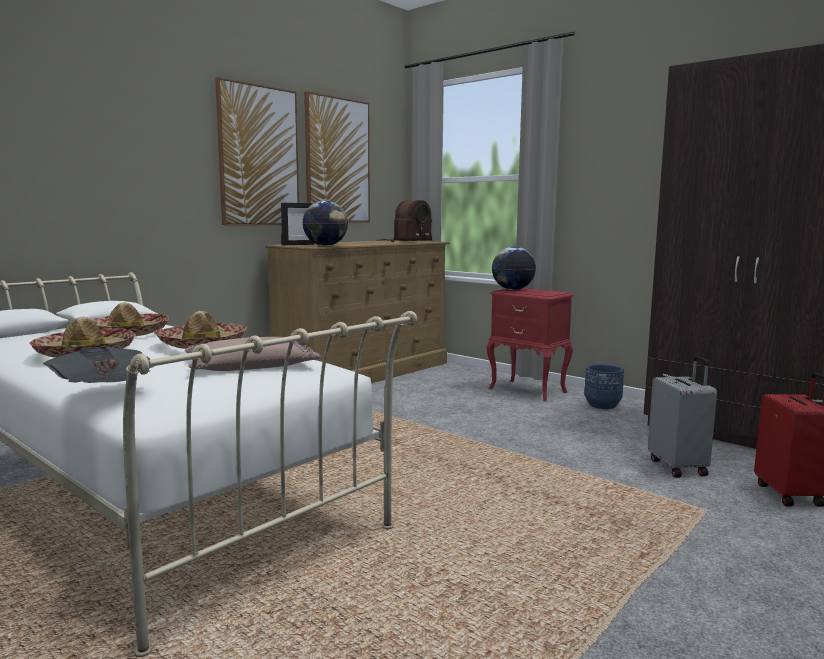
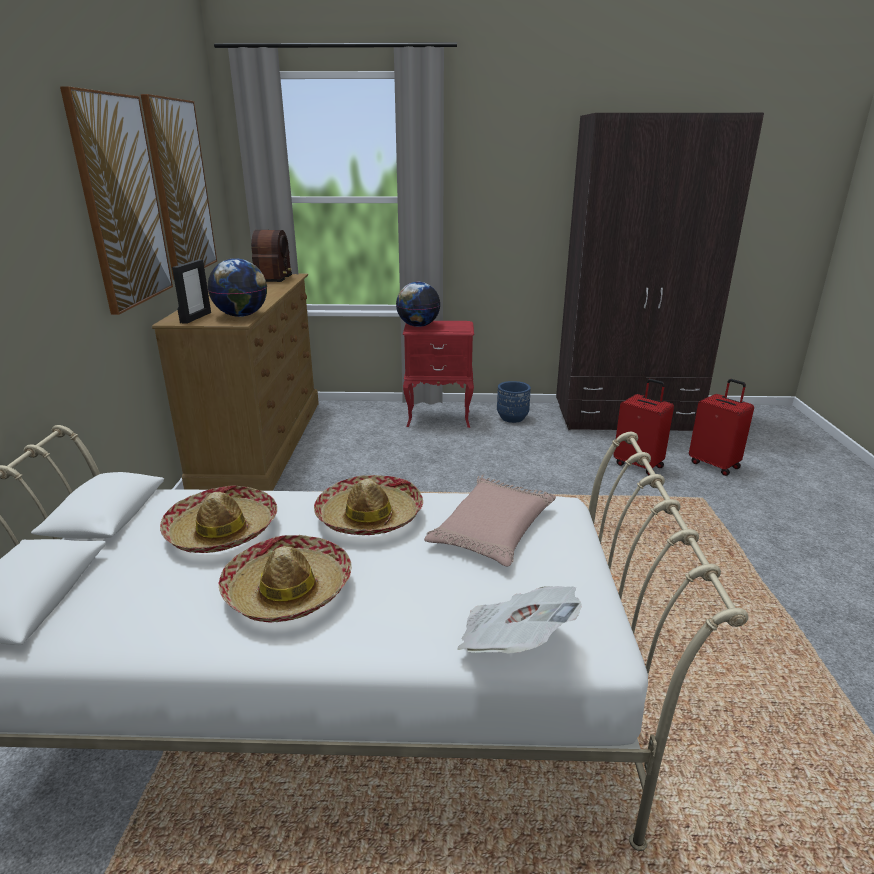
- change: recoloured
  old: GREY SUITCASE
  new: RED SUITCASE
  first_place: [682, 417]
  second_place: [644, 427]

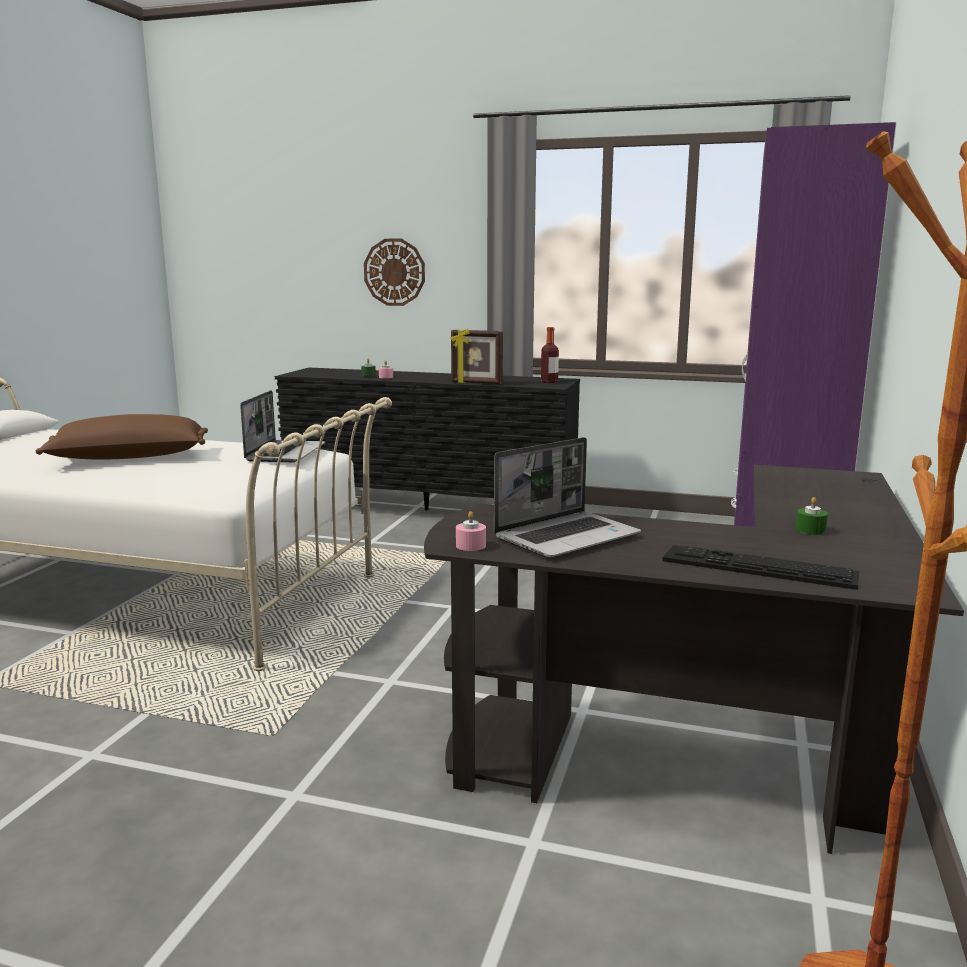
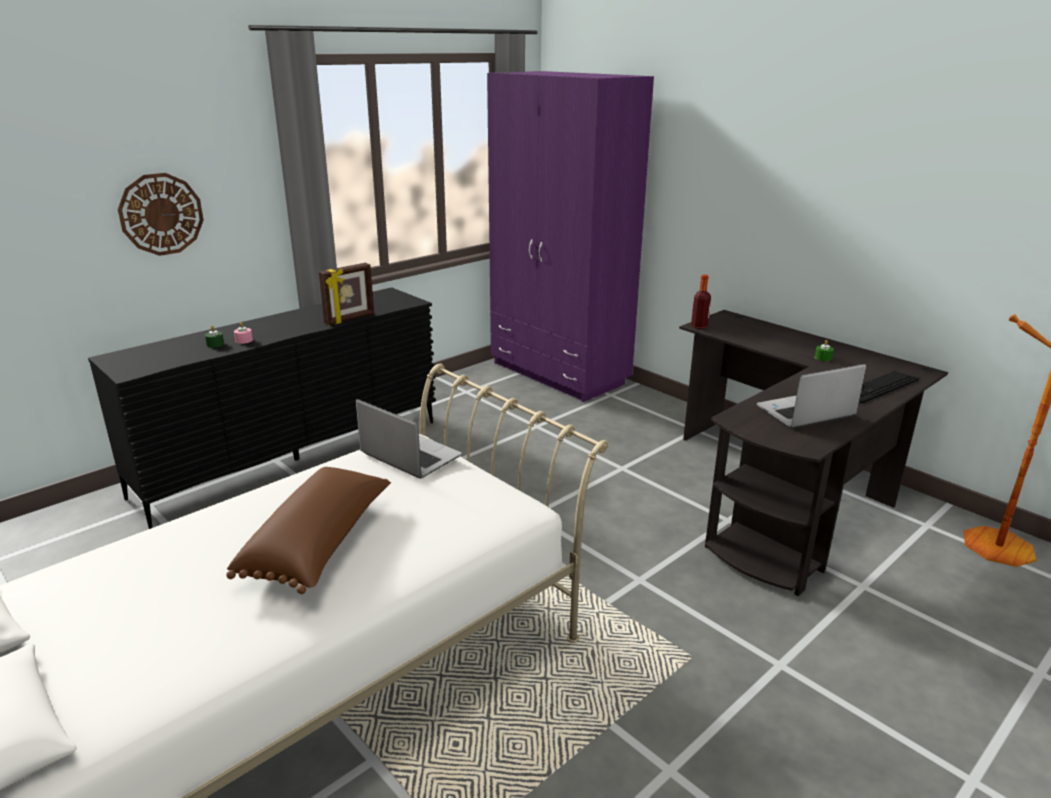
- change: moved
  old: BOTTLE
  first_place: [550, 355]
  second_place: [701, 301]
- change: turned
  old: LAPTOP
  first_place: [567, 497]
  second_place: [811, 396]
  degrees: -105
- change: removed
  old: PINK CANDLE
  first_place: [471, 531]

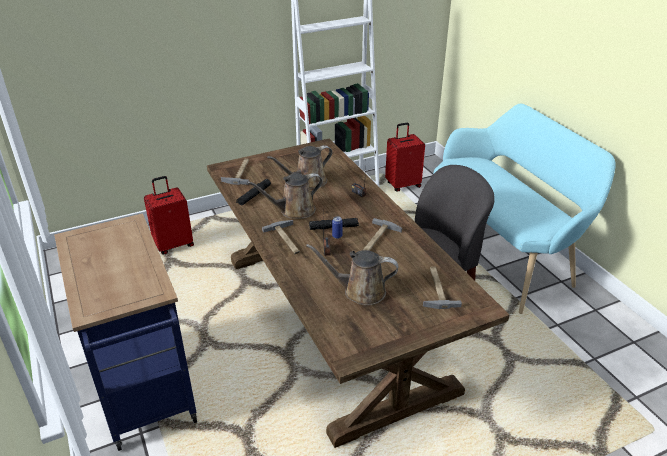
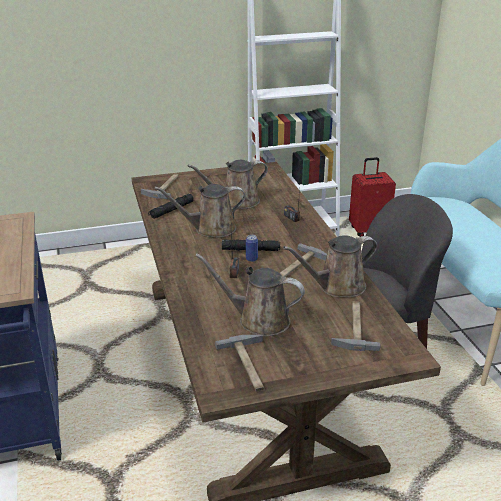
- change: moved
  old: HAMMER
  first_place: [281, 237]
  second_place: [239, 363]
- change: added
  new: BROWN WATERING CAN
  second_place: [330, 266]
- change: removed
  old: RED SUITCASE
  first_place: [169, 215]

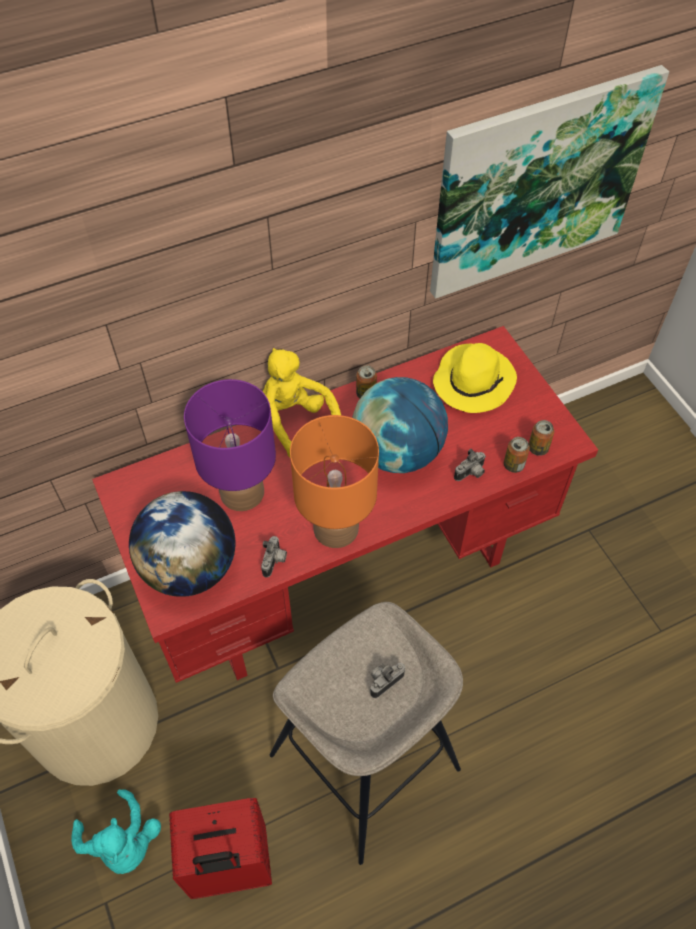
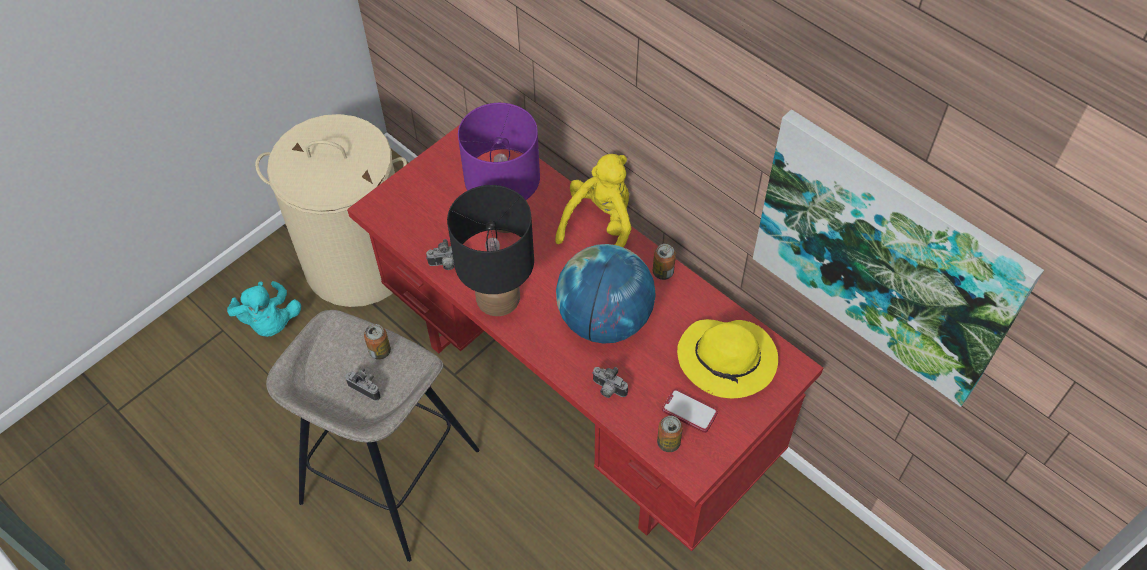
- change: turned
  old: TURQUOISE PLUSH TOY
  first_place: [116, 831]
  second_place: [264, 309]
  degrees: -60
- change: moved
  old: CAN
  first_place: [517, 455]
  second_place: [377, 342]
- change: recoloured
  old: ORANGE TABLE LAMP
  new: BLACK TABLE LAMP
  first_place: [334, 481]
  second_place: [490, 250]
- change: added
  new: PHONE
  second_place: [690, 411]
- change: removed
  old: GLOBE
  first_place: [182, 544]
- change: removed
  old: RED SUITCASE
  first_place: [220, 848]

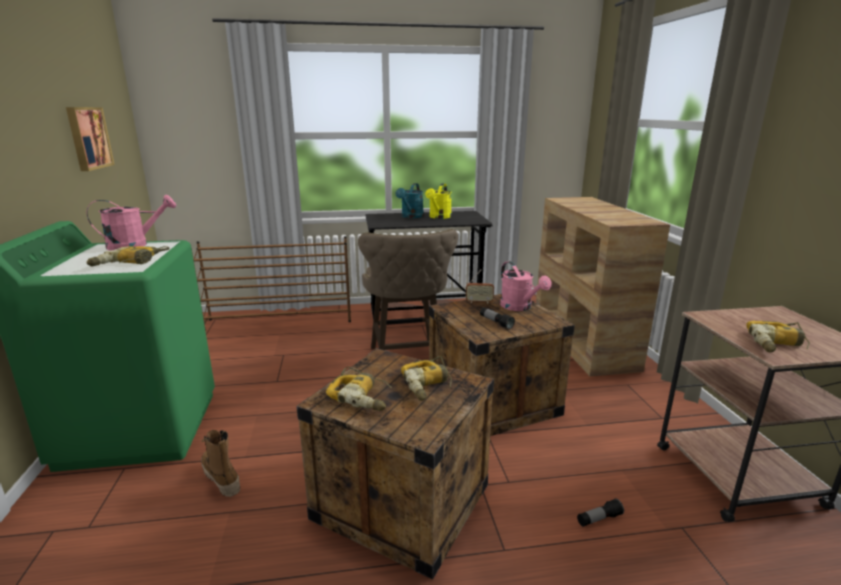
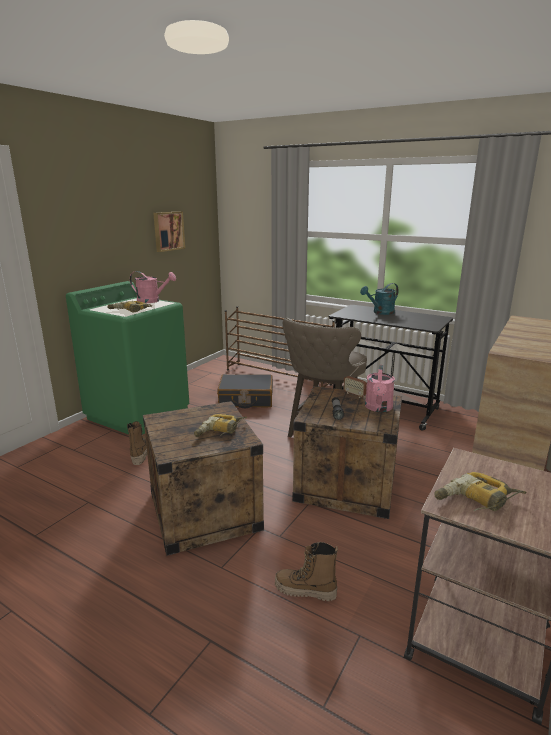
- change: added
  new: BLACK SUITCASE
  second_place: [245, 391]
- change: replaced
  old: FLASHLIGHT
  new: BOOT
  first_place: [600, 513]
  second_place: [306, 571]
- change: removed
  old: POWER DRILL
  first_place: [359, 389]
- change: removed
  old: YELLOW WATERING CAN
  first_place: [438, 201]

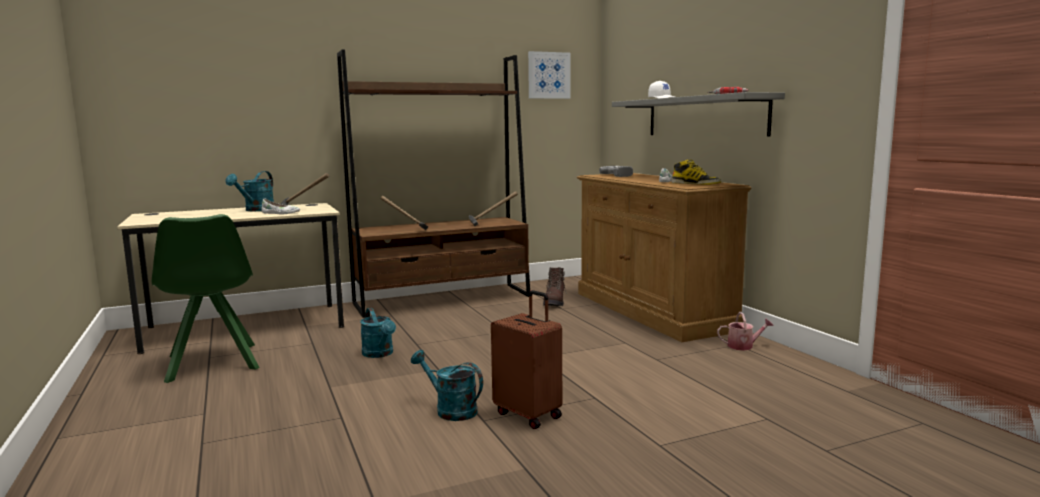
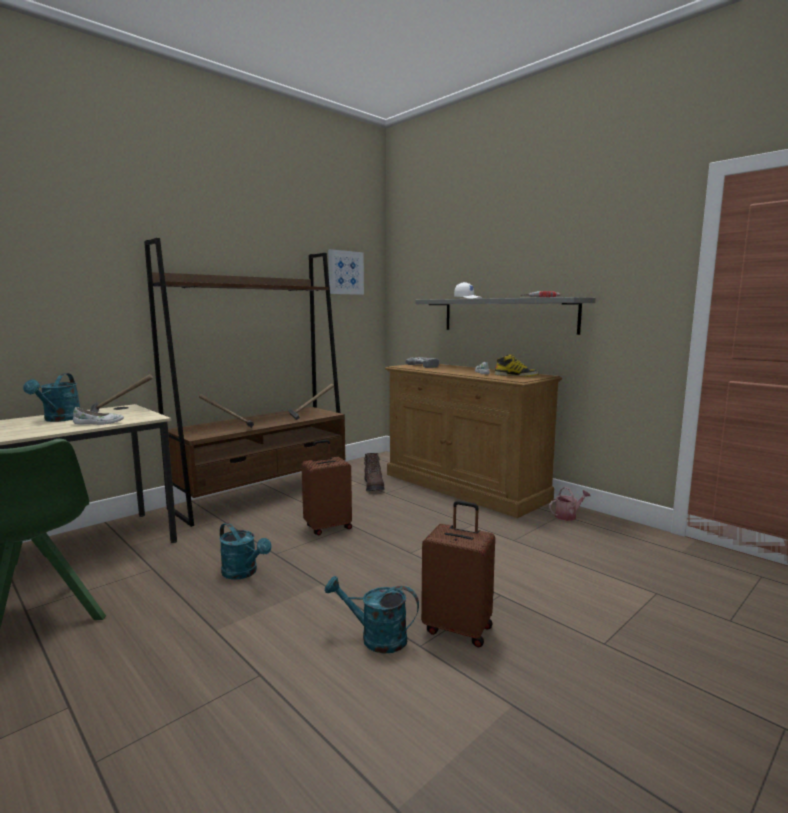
- change: added
  new: BROWN SUITCASE
  second_place: [326, 487]

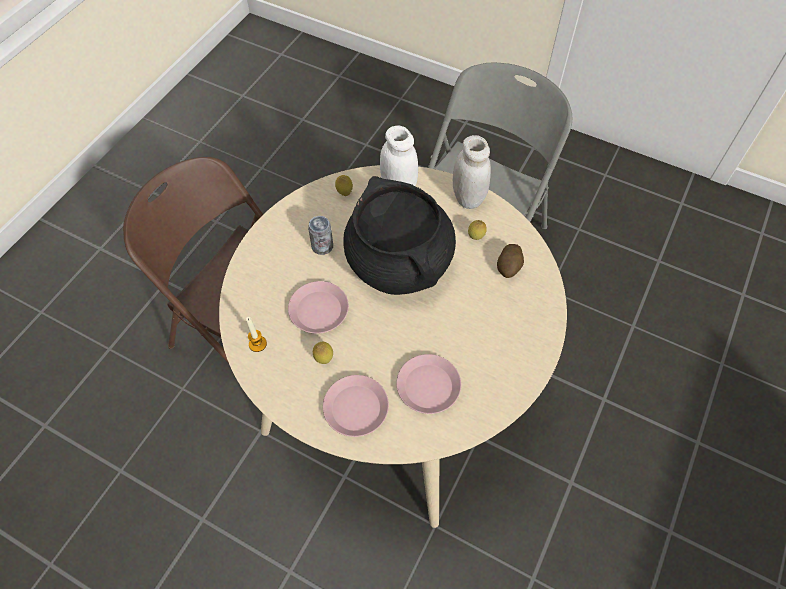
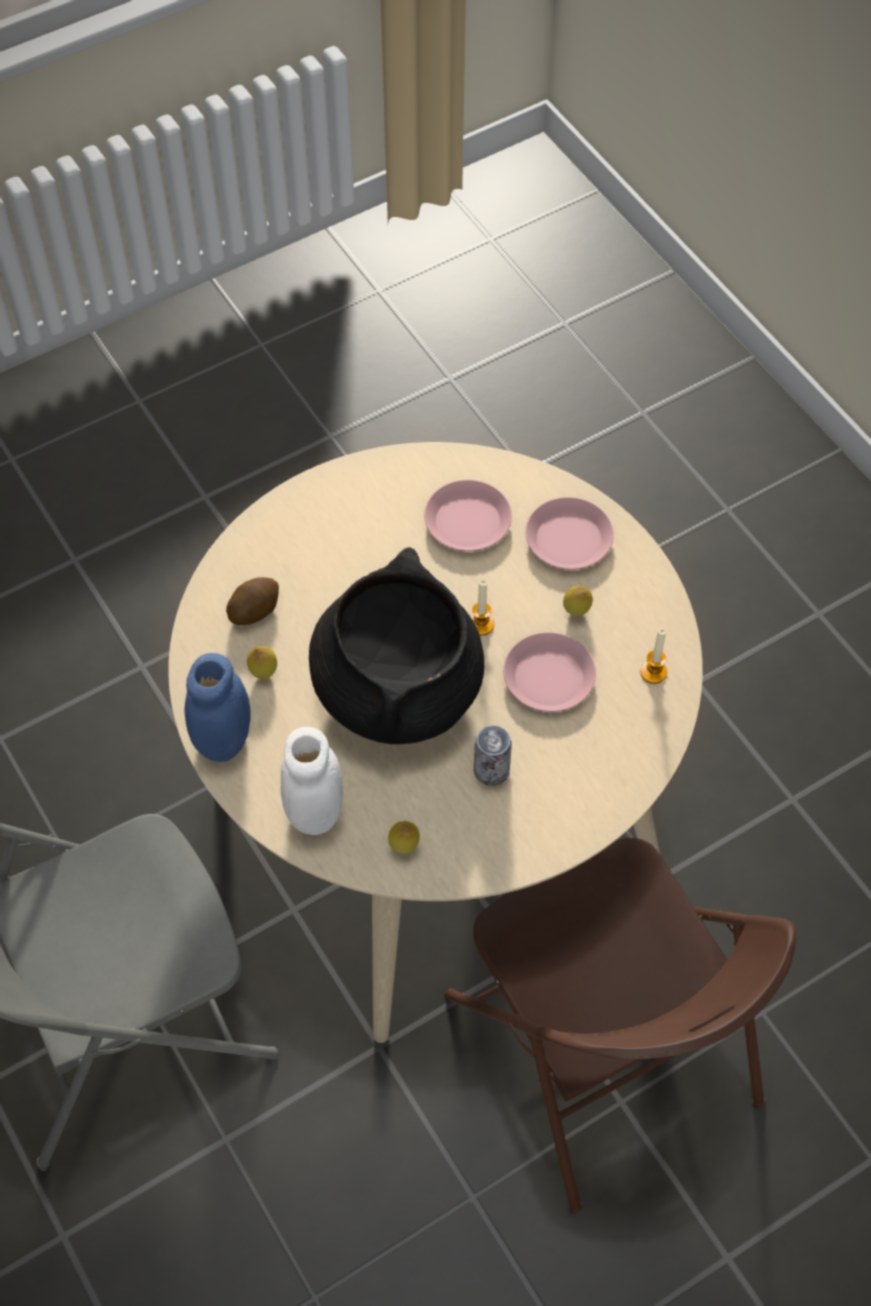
- change: recoloured
  old: WHITE JAR
  new: BLUE JAR
  first_place: [472, 172]
  second_place: [217, 707]
- change: added
  new: CANDLE
  second_place: [482, 608]

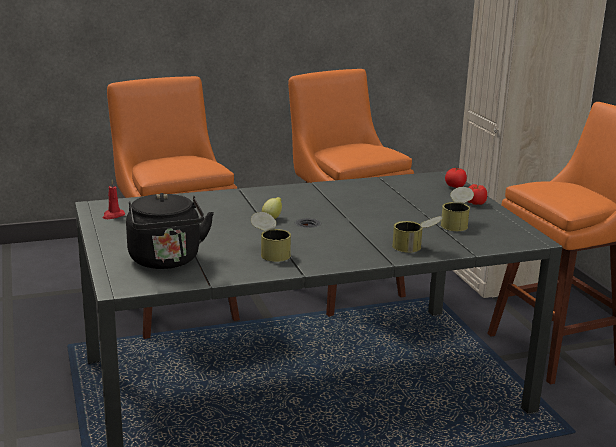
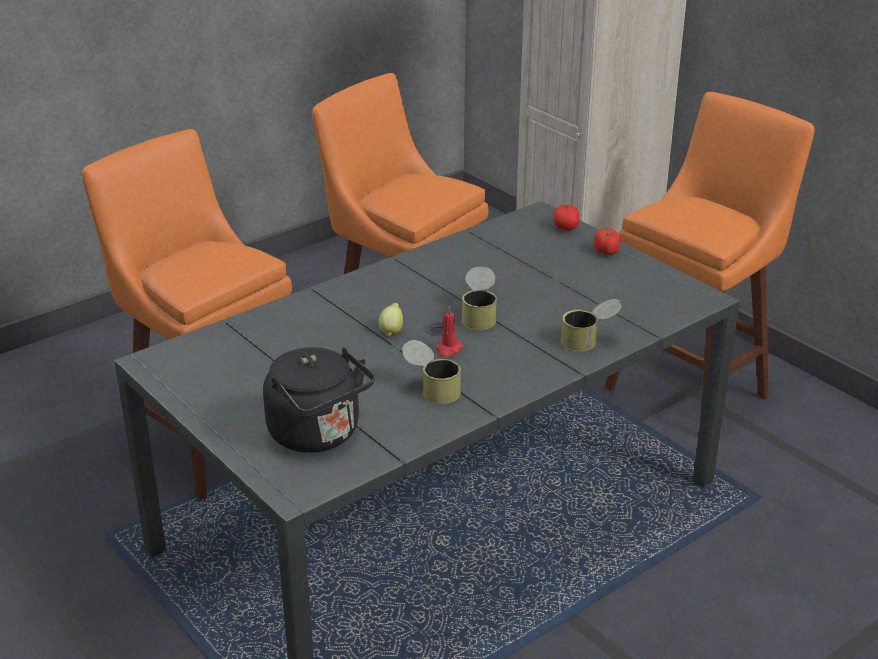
- change: moved
  old: RED CANDLE
  first_place: [114, 199]
  second_place: [449, 331]
- change: moved
  old: CAN
  first_place: [457, 209]
  second_place: [479, 298]

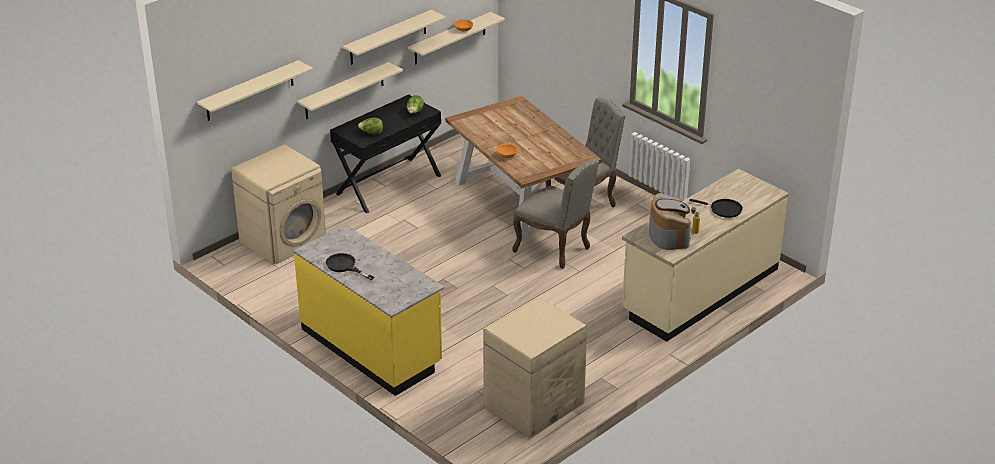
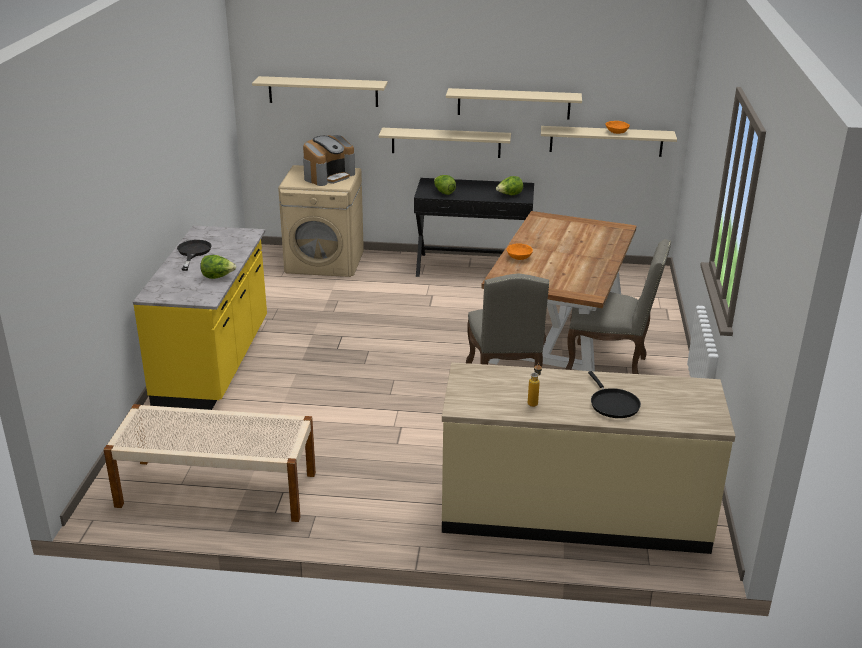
- change: replaced
  old: BEIGE WASHING MACHINE
  new: BEIGE BENCH
  first_place: [535, 367]
  second_place: [209, 463]
- change: added
  new: LETTUCE
  second_place: [218, 267]
- change: moved
  old: COFFEE MACHINE
  first_place: [670, 221]
  second_place: [329, 160]

